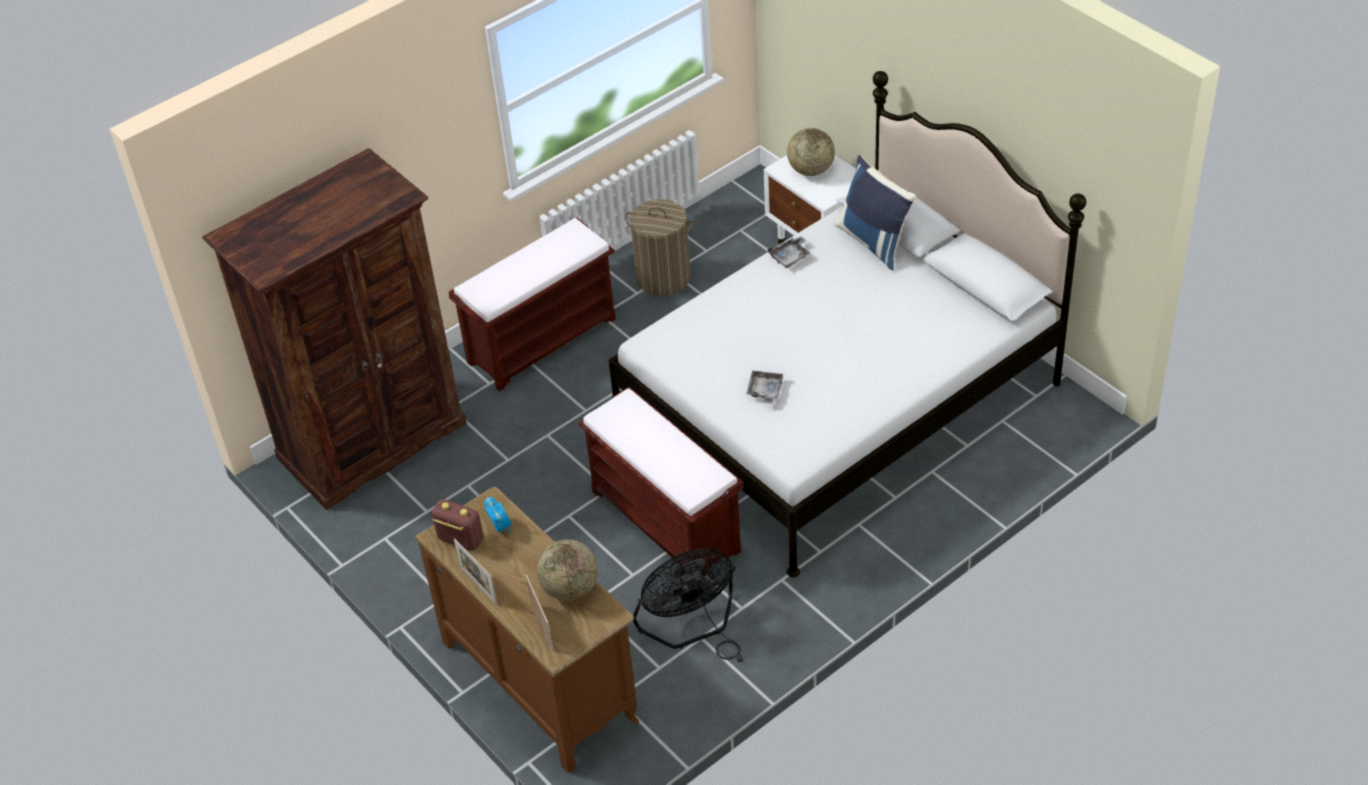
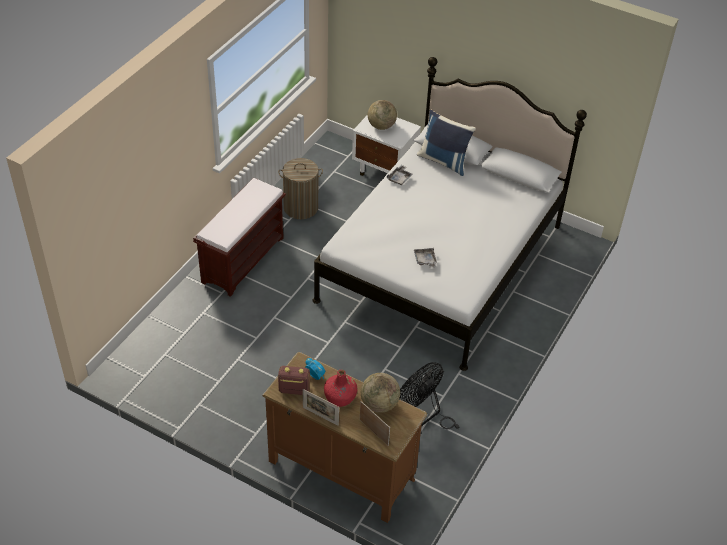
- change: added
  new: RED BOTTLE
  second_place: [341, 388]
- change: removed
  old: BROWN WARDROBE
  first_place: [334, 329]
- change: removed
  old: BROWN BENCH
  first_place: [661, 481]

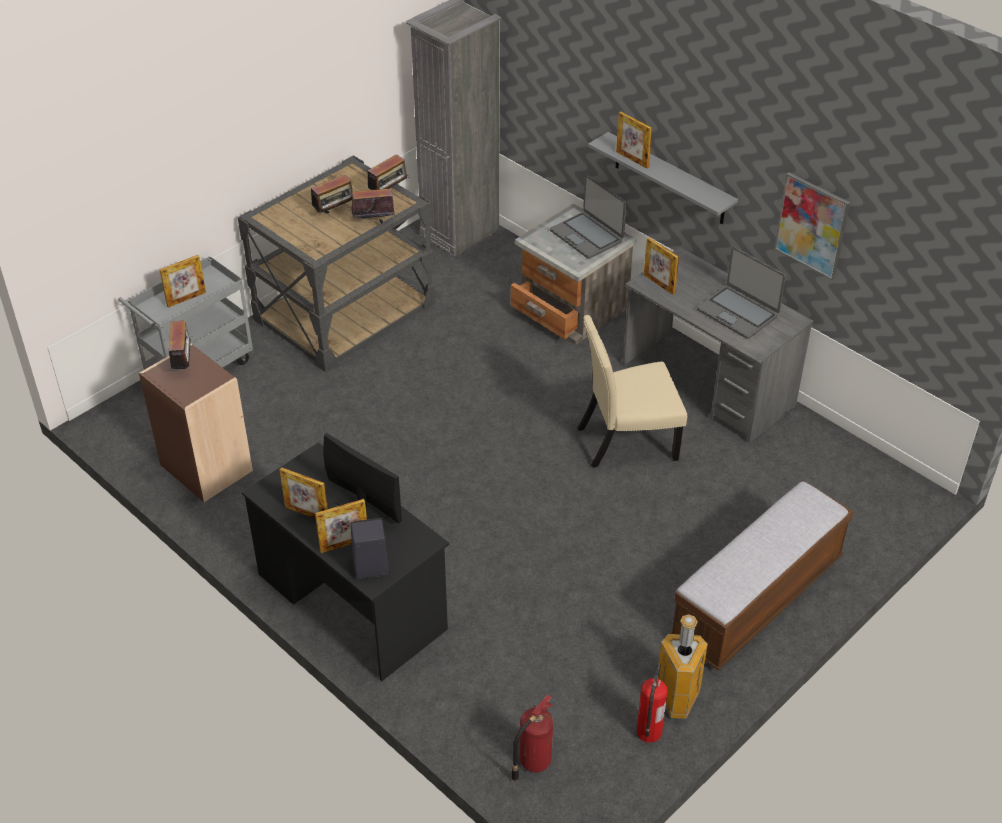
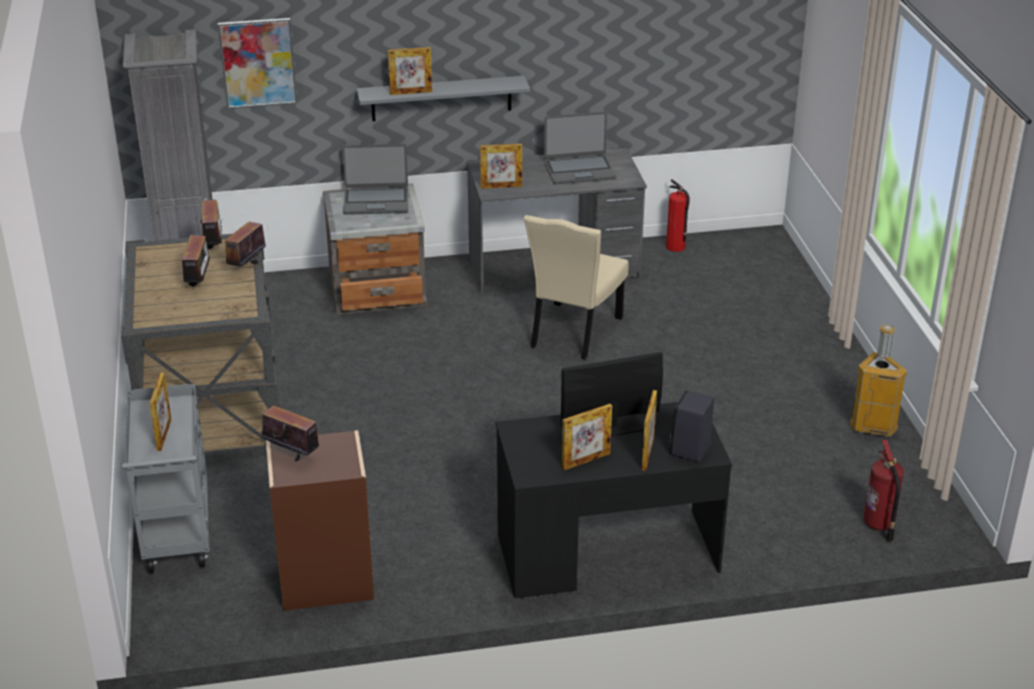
- change: moved
  old: PICTURE
  first_place: [812, 226]
  second_place: [257, 63]
- change: moved
  old: FIRE EXTINGUISHER
  first_place: [652, 703]
  second_place: [678, 215]
- change: removed
  old: BENCH
  first_place: [761, 575]

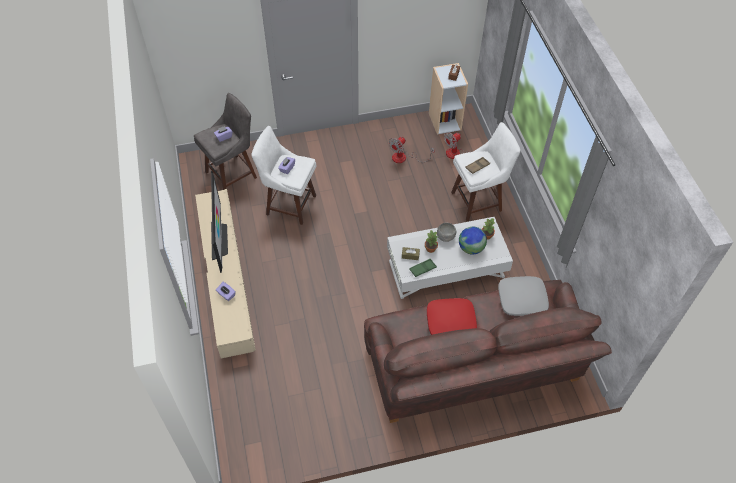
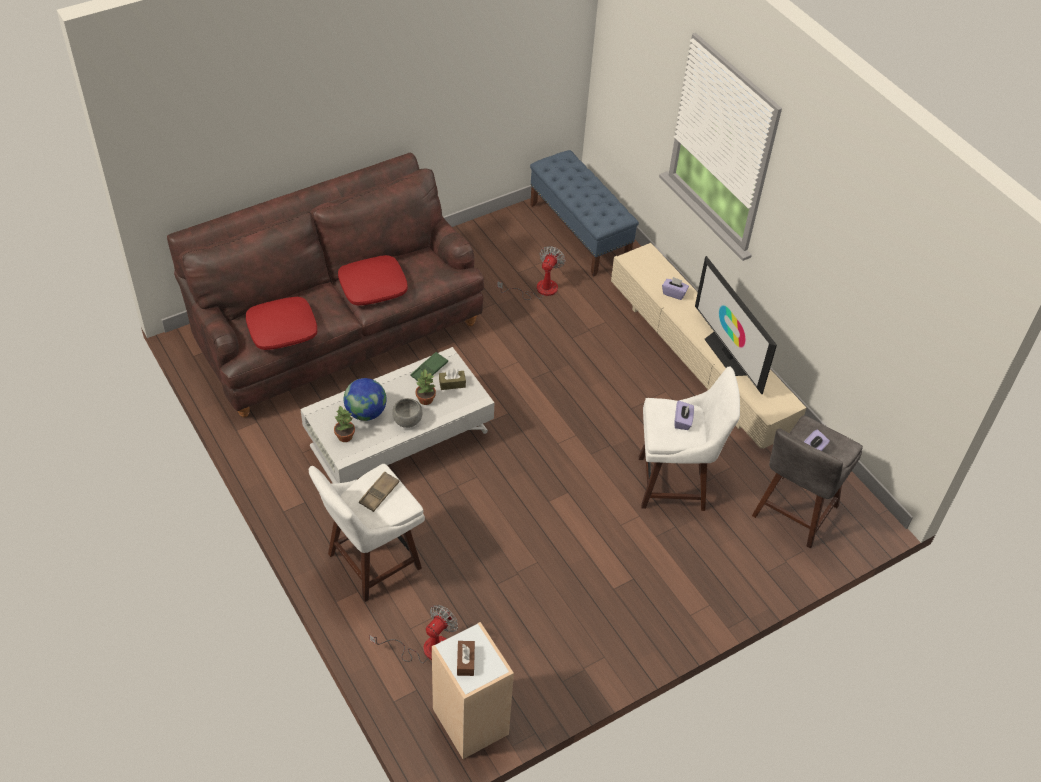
- change: recoloured
  old: GREY PILLOW
  new: RED PILLOW
  first_place: [523, 296]
  second_place: [281, 323]
- change: moved
  old: FAN
  first_place: [412, 150]
  second_place: [531, 273]
- change: added
  new: BLUE BENCH
  second_place: [584, 213]

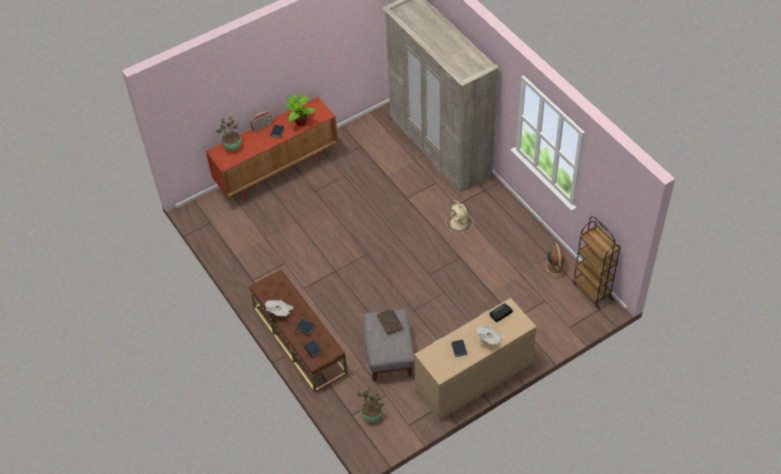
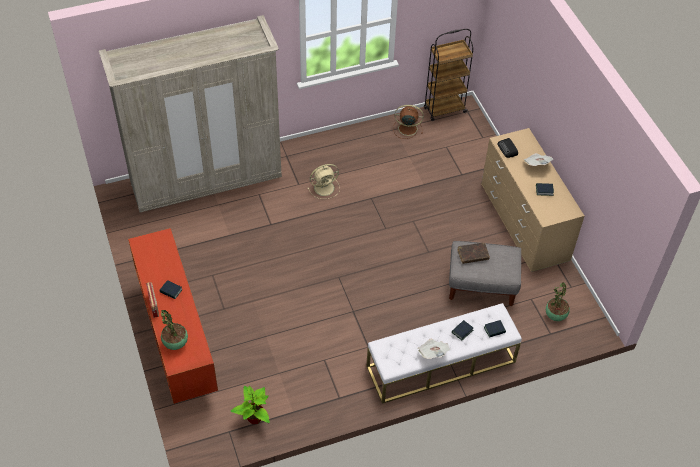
- change: moved
  old: POTTED PLANT
  first_place: [300, 110]
  second_place: [250, 405]
- change: recoloured
  old: BROWN BENCH
  new: WHITE BENCH
  first_place: [298, 331]
  second_place: [444, 353]

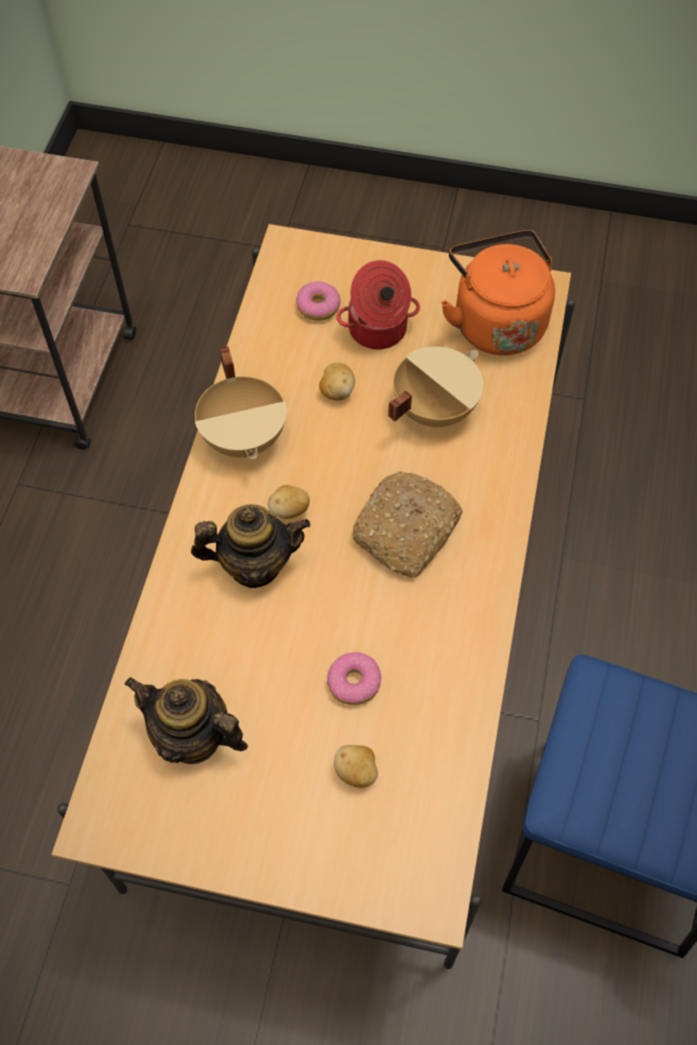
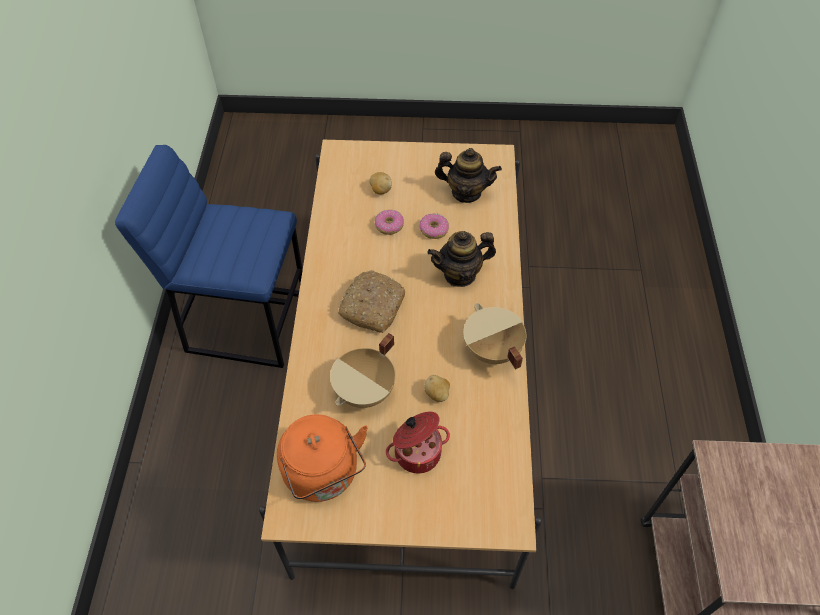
- change: moved
  old: DONUT
  first_place: [318, 301]
  second_place: [434, 226]
- change: removed
  old: POTATO
  first_place: [289, 502]

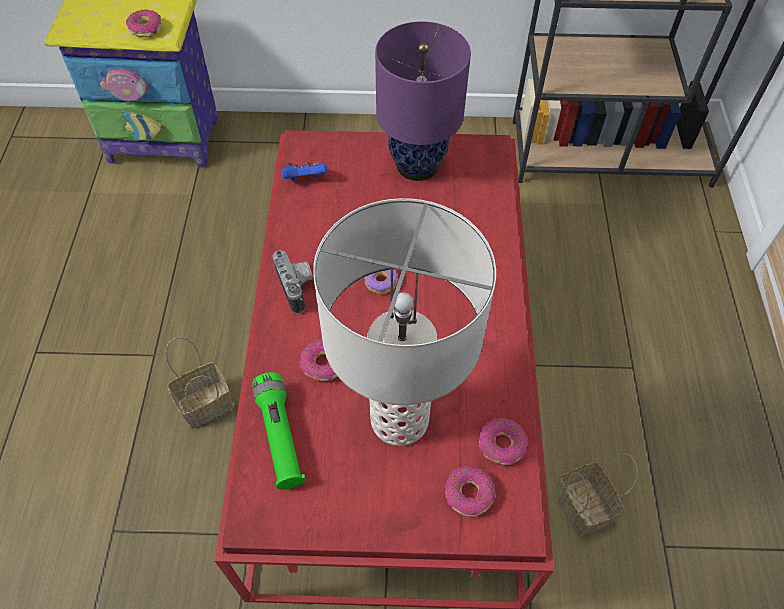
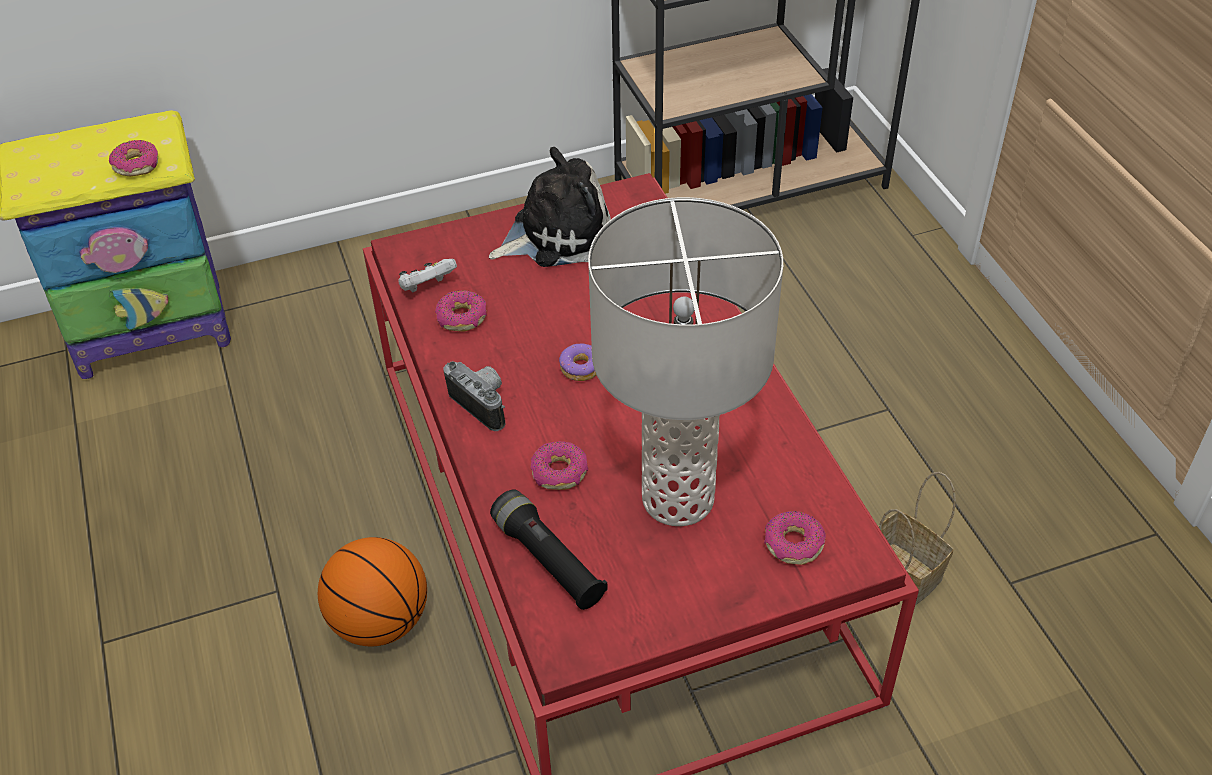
- change: replaced
  old: BASKET
  new: BASKETBALL
  first_place: [199, 383]
  second_place: [372, 592]
- change: recoloured
  old: BLUE GAME CONTROLLER
  new: WHITE GAME CONTROLLER
  first_place: [304, 171]
  second_place: [427, 275]
- change: moved
  old: DONUT
  first_place: [503, 442]
  second_place: [461, 310]
- change: replaced
  old: PURPLE TABLE LAMP
  new: PLUSH TOY
  first_place: [423, 101]
  second_place: [550, 207]
- change: recoloured
  old: GREEN FLASHLIGHT
  new: BLACK FLASHLIGHT
  first_place: [279, 431]
  second_place: [549, 550]

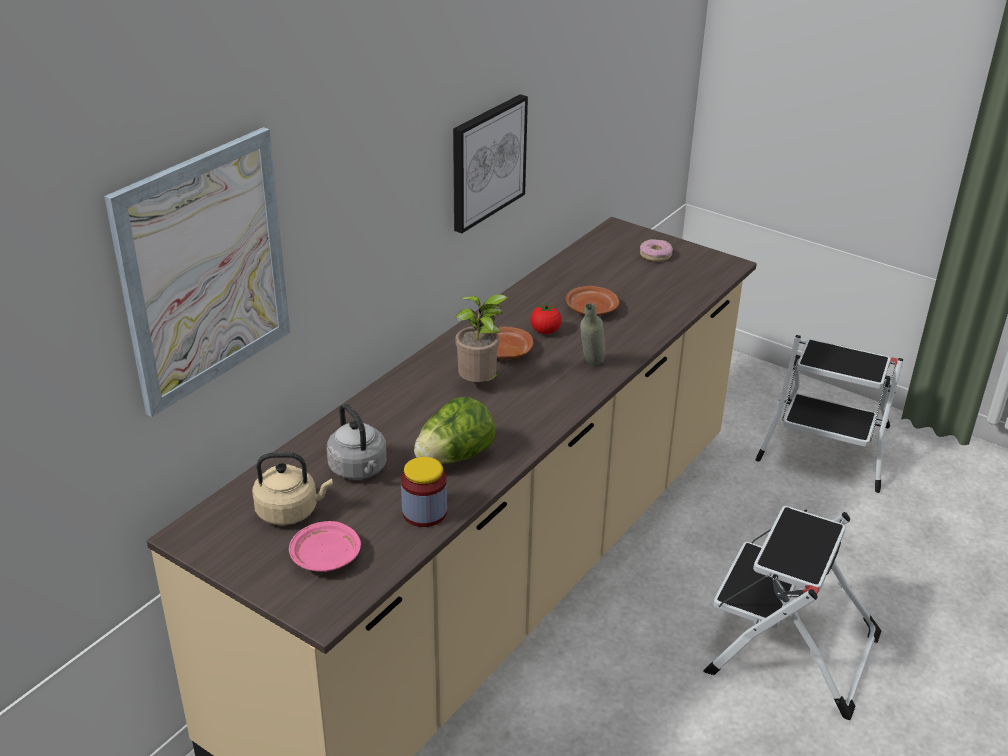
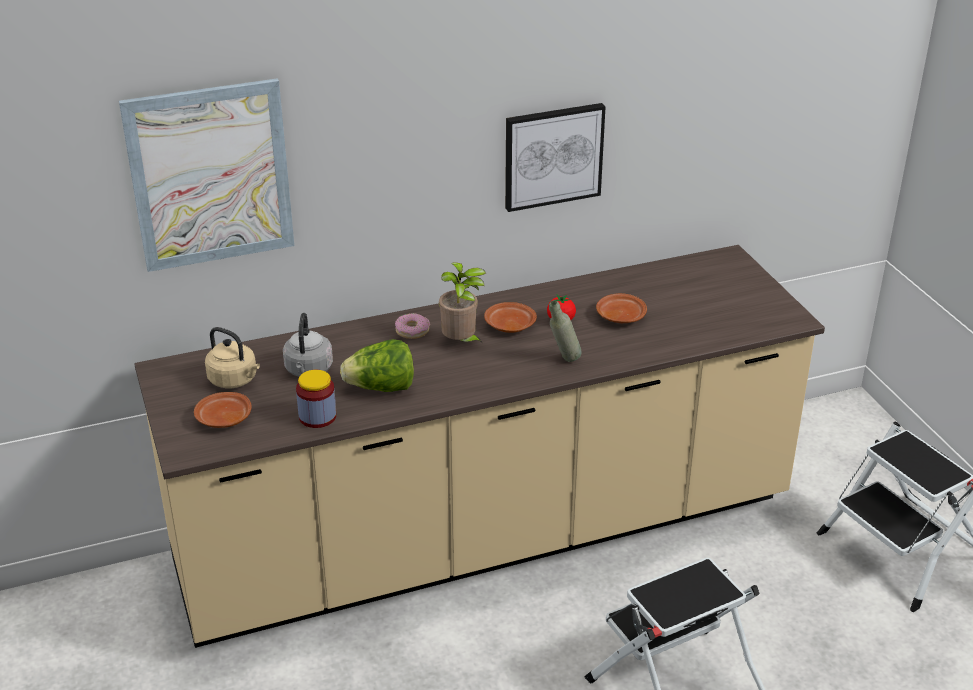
- change: recoloured
  old: PINK PLATE
  new: BROWN PLATE
  first_place: [325, 546]
  second_place: [223, 410]
- change: moved
  old: DONUT
  first_place: [656, 250]
  second_place: [412, 326]

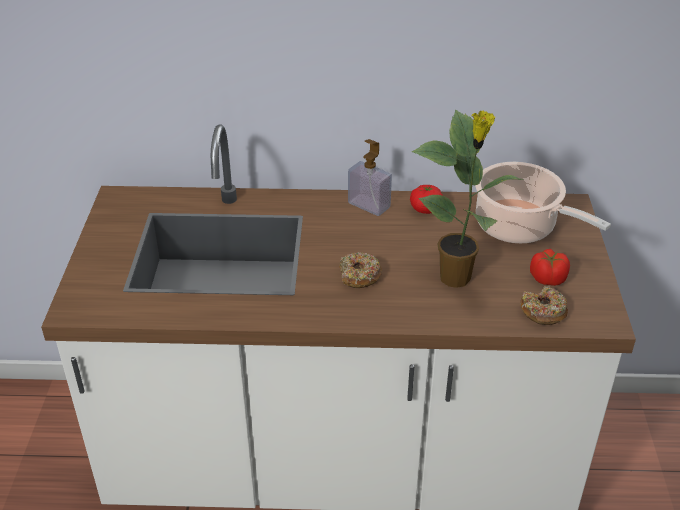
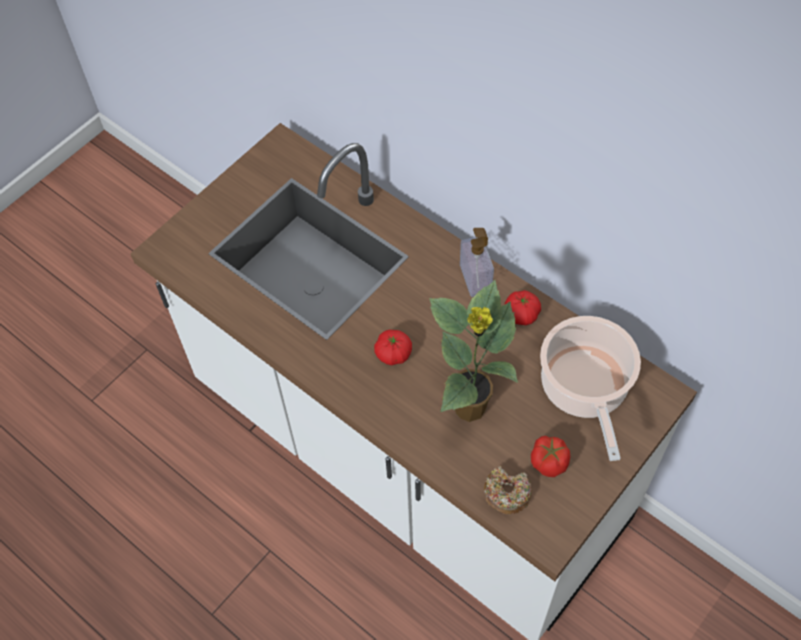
- change: replaced
  old: DONUT
  new: TOMATO
  first_place: [360, 270]
  second_place: [393, 347]

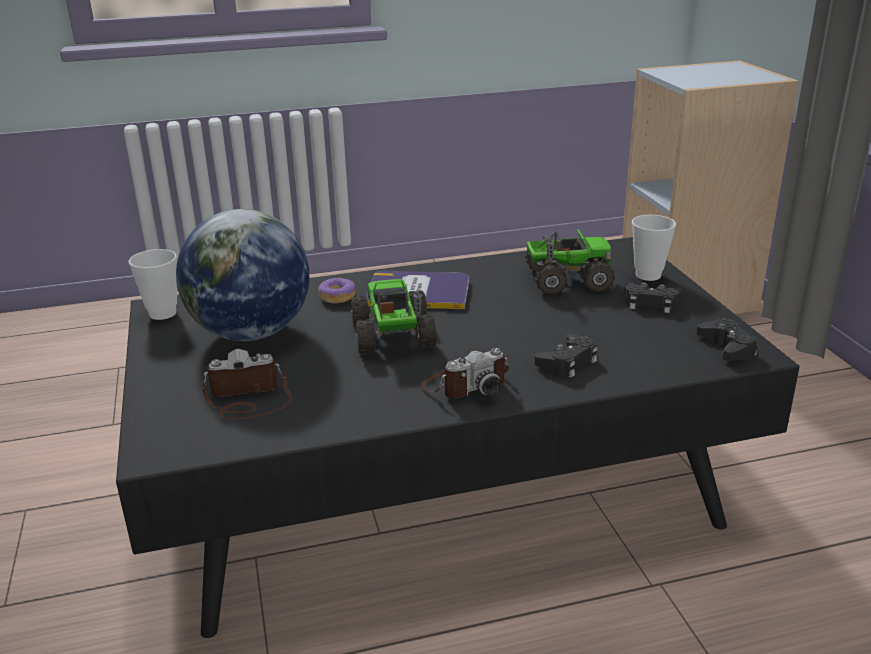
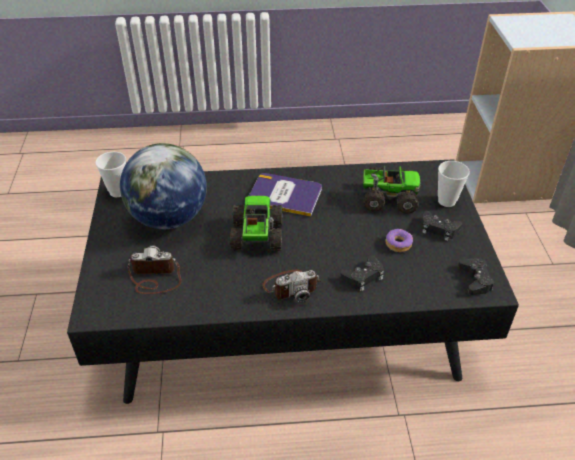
- change: moved
  old: DONUT
  first_place: [336, 290]
  second_place: [399, 240]

